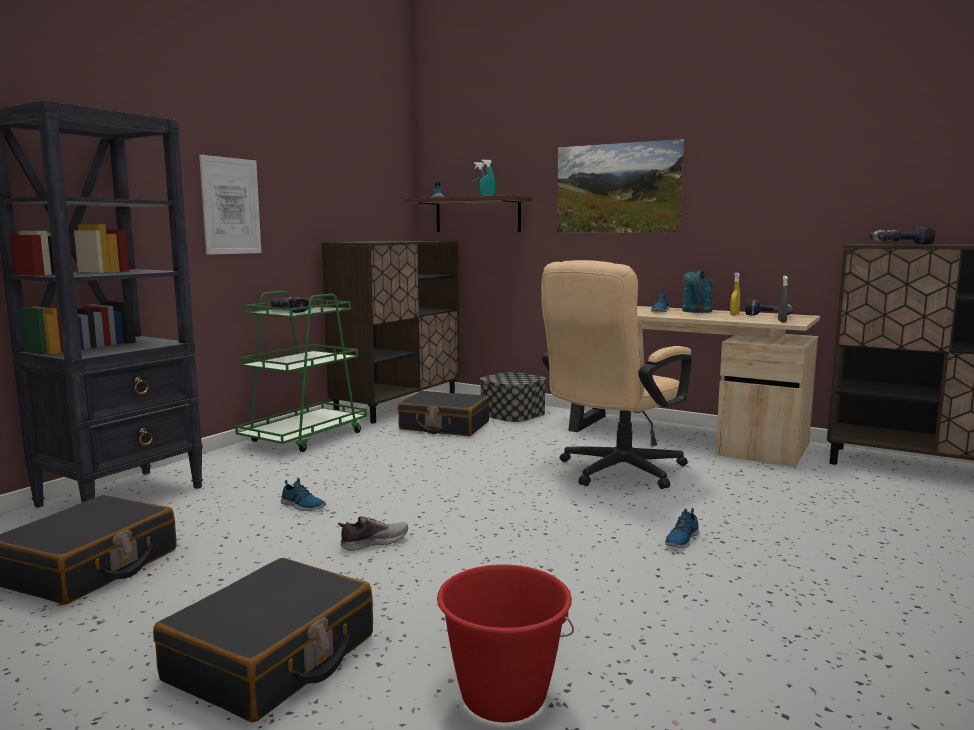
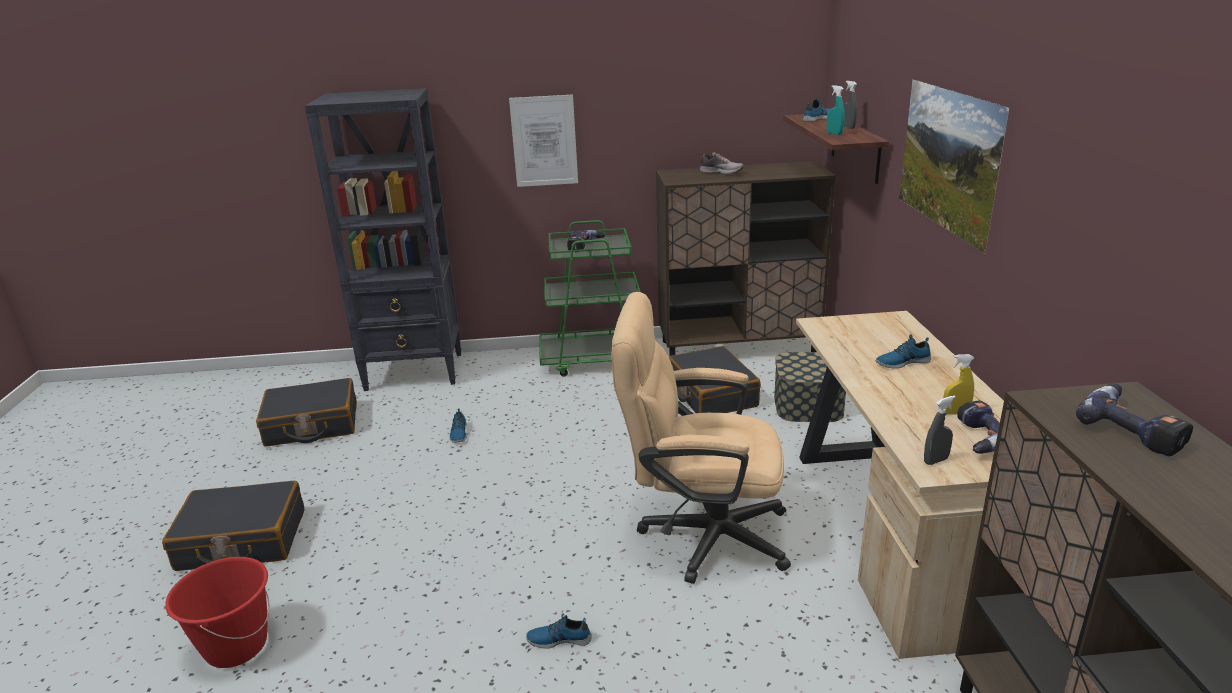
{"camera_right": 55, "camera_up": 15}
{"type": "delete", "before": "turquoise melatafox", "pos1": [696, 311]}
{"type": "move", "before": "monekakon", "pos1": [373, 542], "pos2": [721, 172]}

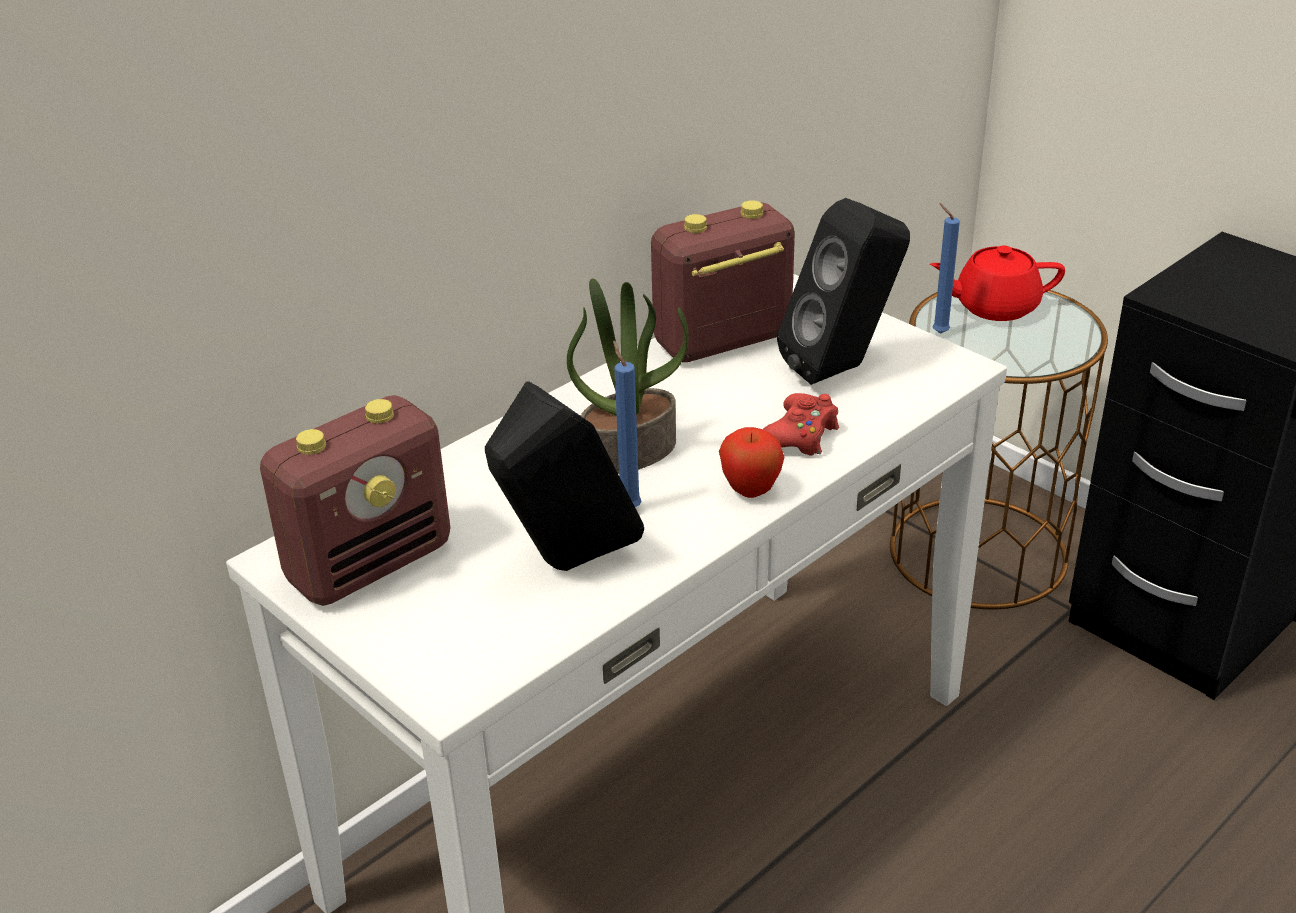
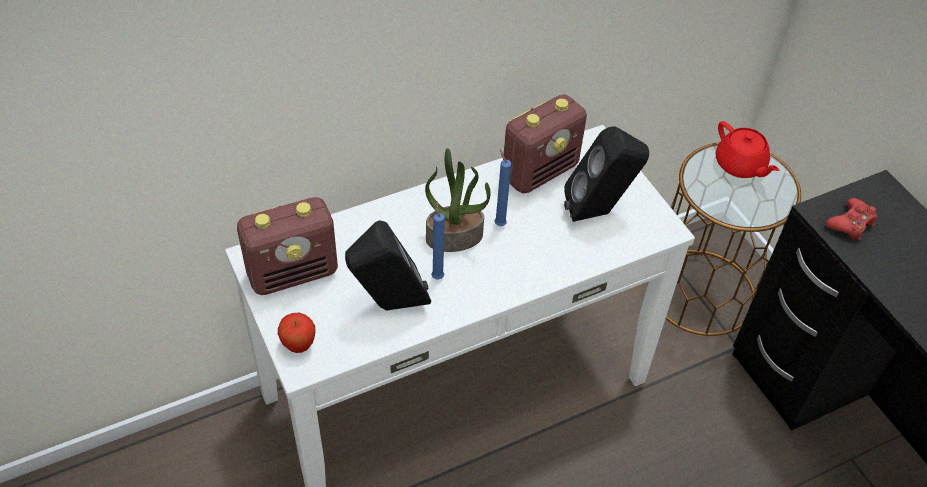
{"camera_right": 15, "camera_up": 15}
{"type": "move", "before": "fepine", "pos1": [750, 491], "pos2": [299, 345]}
{"type": "move", "before": "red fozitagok", "pos1": [799, 435], "pos2": [851, 224]}
{"type": "move", "before": "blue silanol", "pos1": [937, 332], "pos2": [499, 223]}
{"type": "rotate", "before": "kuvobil", "pos1": [721, 342], "pos2": [540, 171], "turn": 150}
{"type": "rotate", "before": "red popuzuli", "pos1": [994, 307], "pos2": [740, 165], "turn": -135}

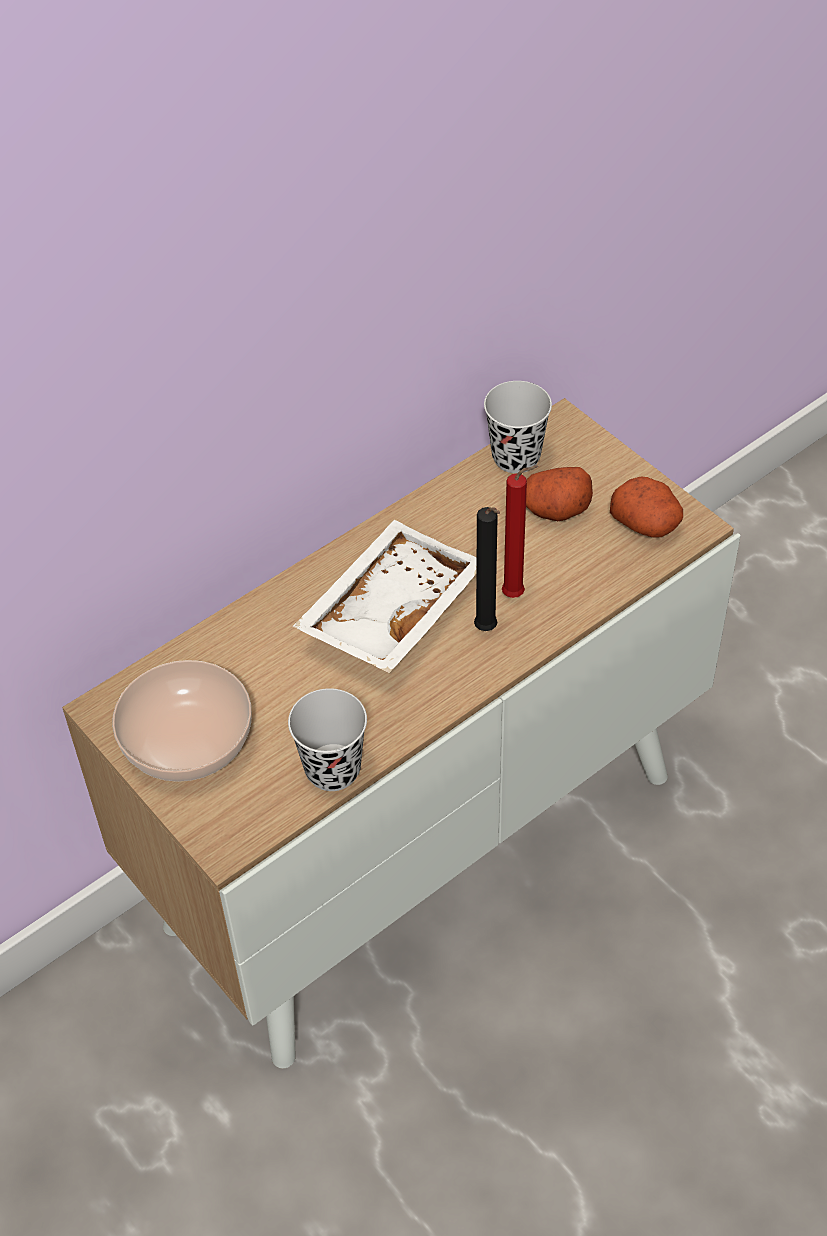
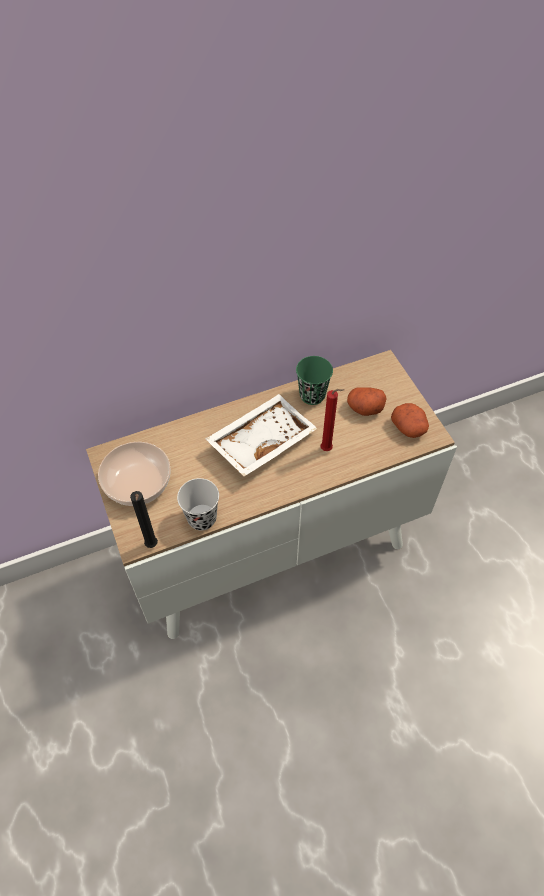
{"camera_right": 15, "camera_up": 5}
{"type": "delete", "before": "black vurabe", "pos1": [516, 457]}
{"type": "insert", "after": "green vurabe", "pos2": [312, 395]}
{"type": "move", "before": "black silanol", "pos1": [487, 631], "pos2": [152, 546]}

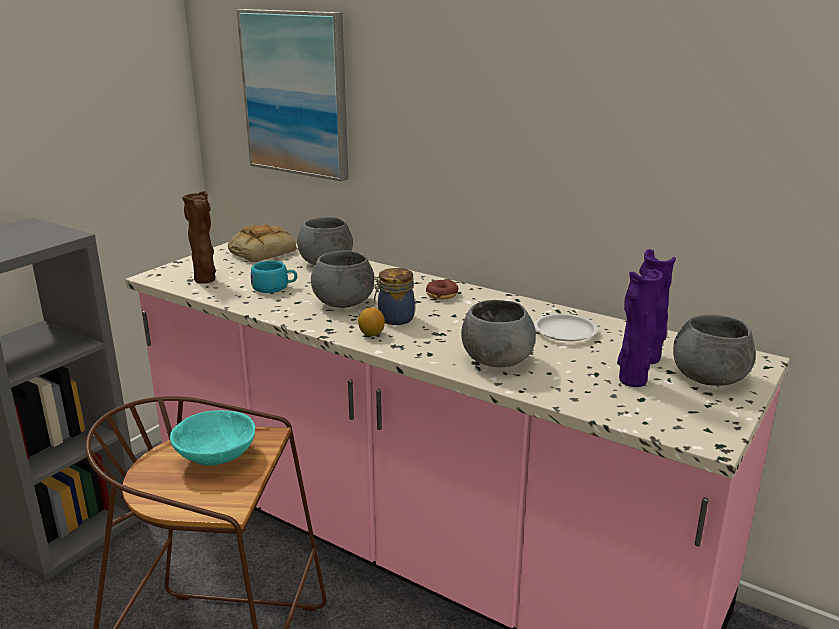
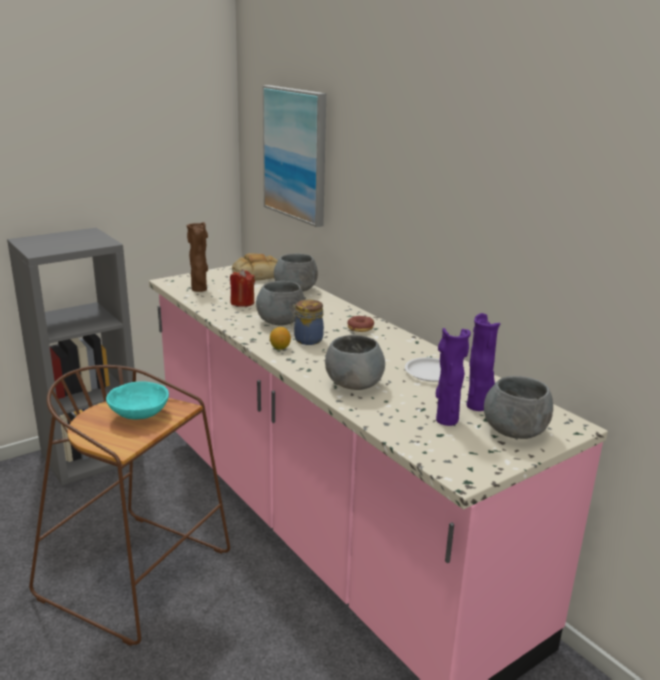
{"camera_right": 20, "camera_up": 0}
{"type": "replace", "before": "turquoise vurabe", "after": "red silanol", "pos1": [274, 287], "pos2": [242, 302]}

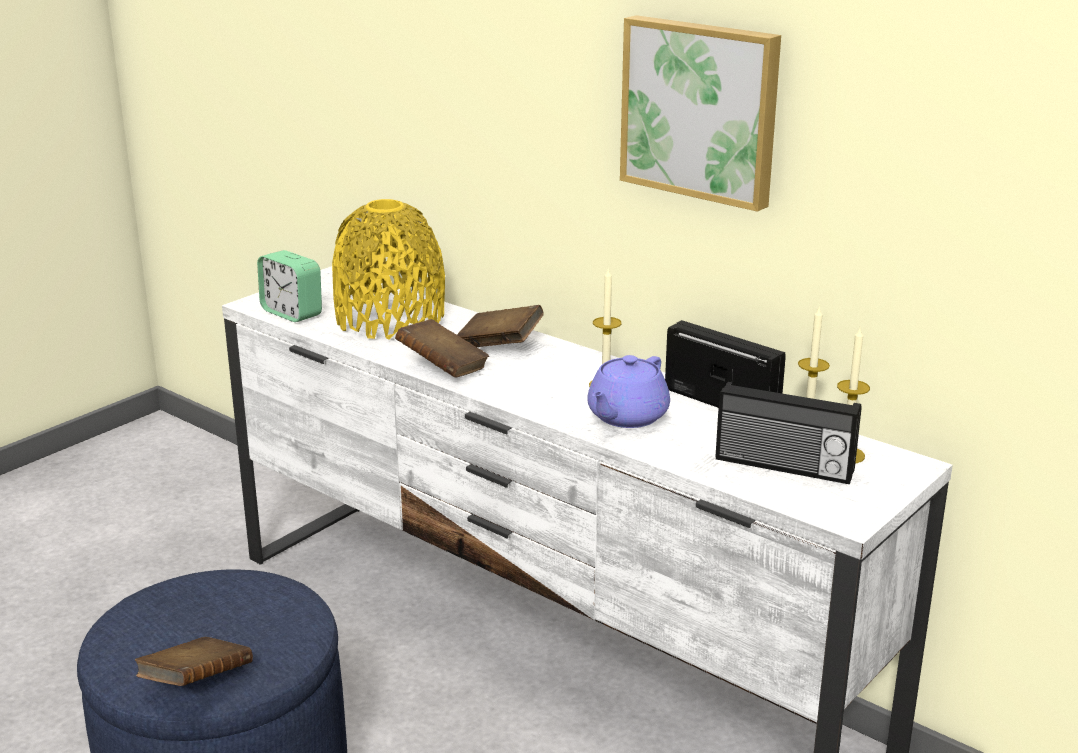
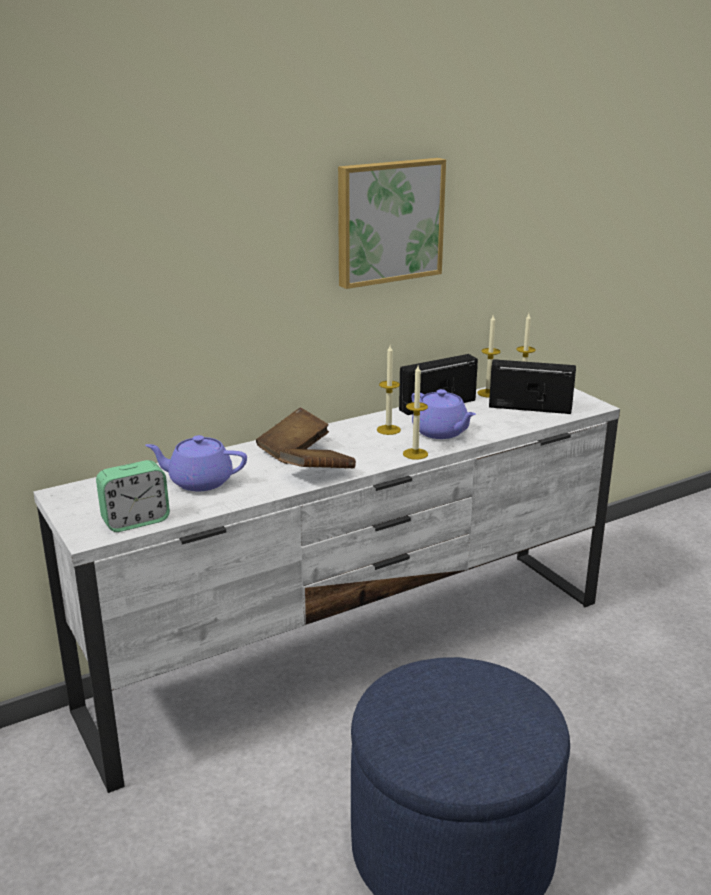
{"camera_right": -70, "camera_up": 0}
{"type": "delete", "before": "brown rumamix", "pos1": [197, 683]}
{"type": "insert", "after": "silanol", "pos2": [415, 454]}
{"type": "replace", "before": "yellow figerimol", "after": "purple popuzuli", "pos1": [390, 320], "pos2": [199, 481]}
{"type": "rotate", "before": "kuvobil", "pos1": [783, 467], "pos2": [530, 407], "turn": -120}

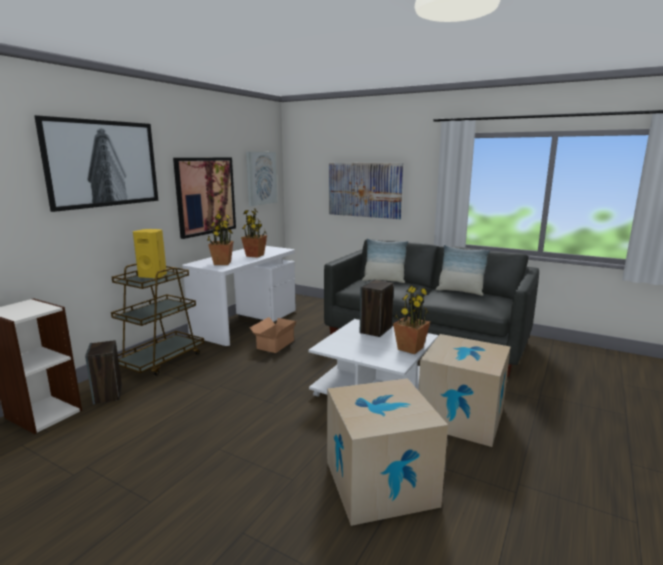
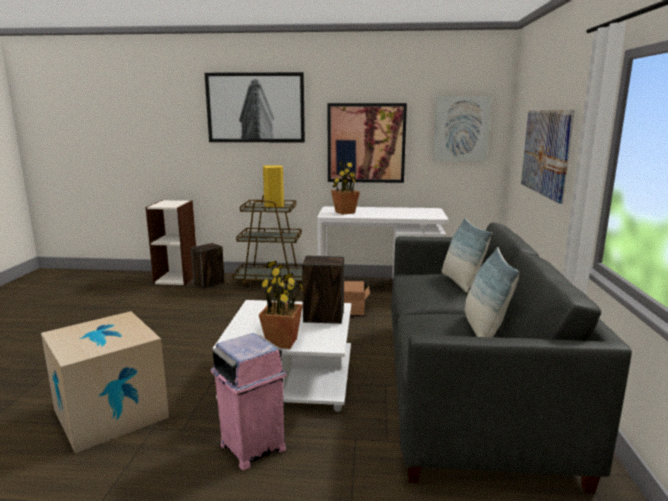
{"camera_right": 65, "camera_up": 0}
{"type": "delete", "before": "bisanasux", "pos1": [255, 255]}
{"type": "replace", "before": "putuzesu", "after": "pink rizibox", "pos1": [461, 417], "pos2": [252, 447]}

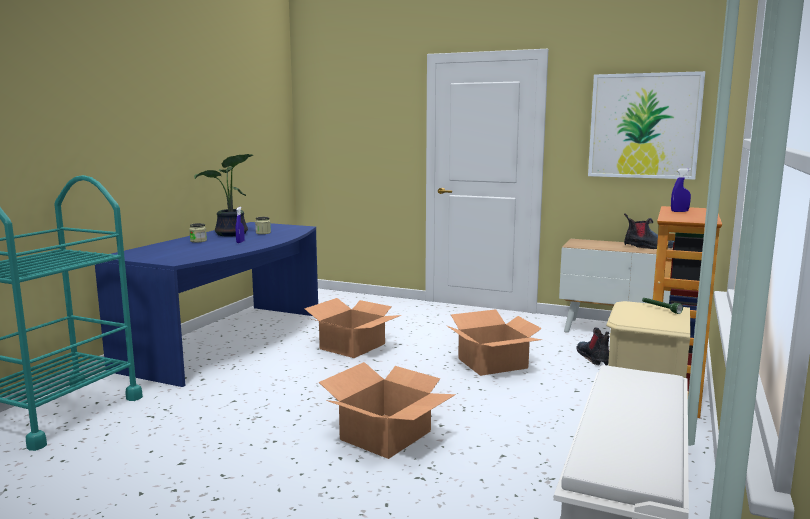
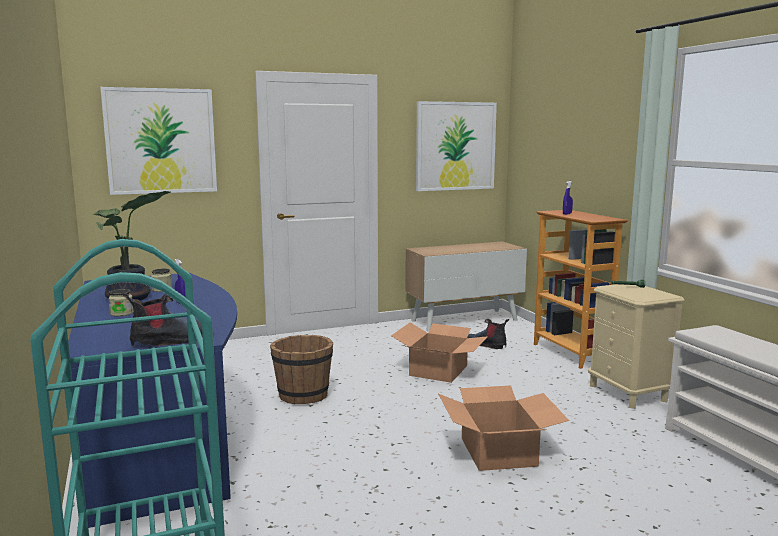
{"camera_right": -45, "camera_up": 0}
{"type": "insert", "after": "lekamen", "pos2": [161, 141]}
{"type": "move", "before": "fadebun", "pos1": [648, 247], "pos2": [171, 340]}
{"type": "replace", "before": "putuzesu", "after": "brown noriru", "pos1": [353, 346], "pos2": [303, 395]}

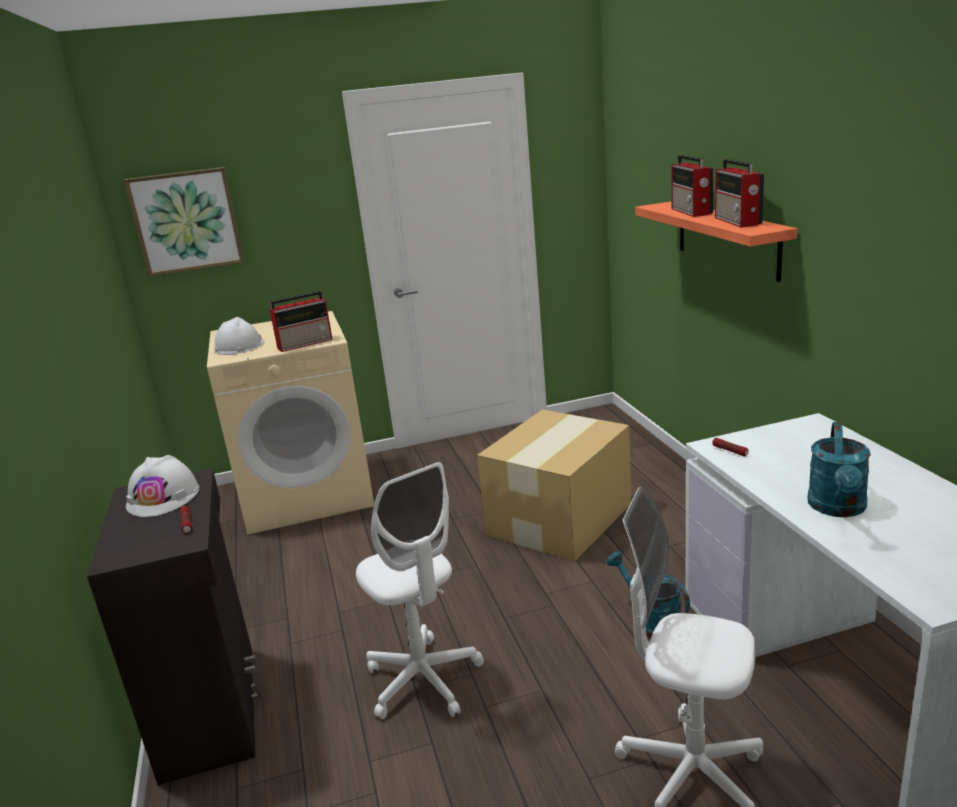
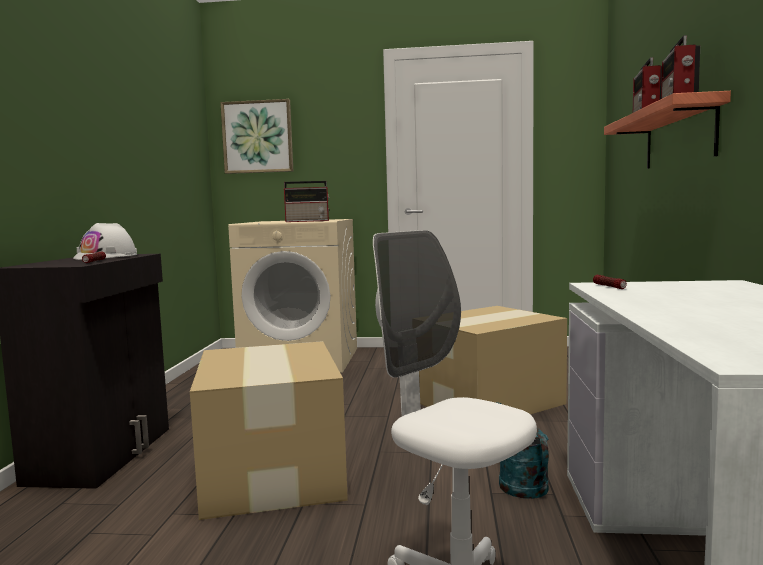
{"camera_right": 20, "camera_up": -15}
{"type": "delete", "before": "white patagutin", "pos1": [239, 346]}
{"type": "delete", "before": "turquoise melatafox", "pos1": [838, 509]}
{"type": "replace", "before": "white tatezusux", "after": "putuzesu", "pos1": [423, 680], "pos2": [271, 474]}

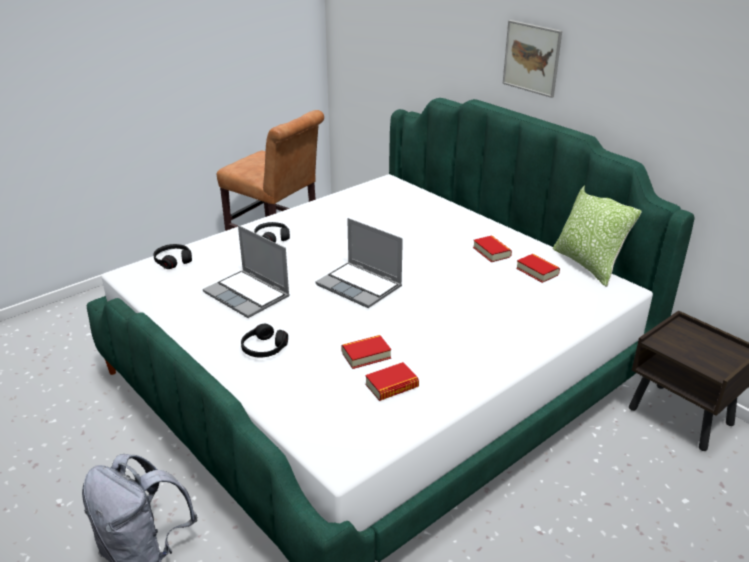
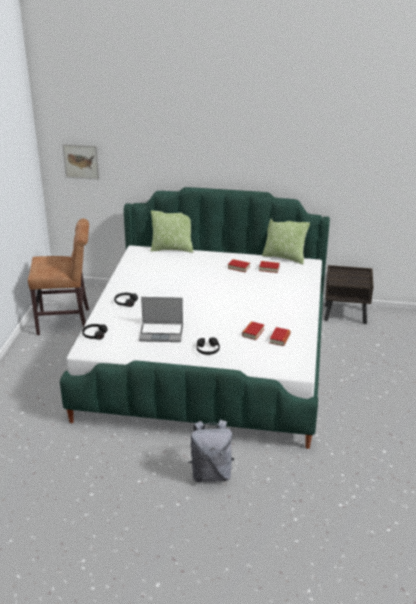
{"camera_right": -40, "camera_up": 0}
{"type": "delete", "before": "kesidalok", "pos1": [360, 286]}
{"type": "insert", "after": "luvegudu", "pos2": [172, 249]}
{"type": "move", "before": "lekamen", "pos1": [531, 58], "pos2": [81, 161]}

